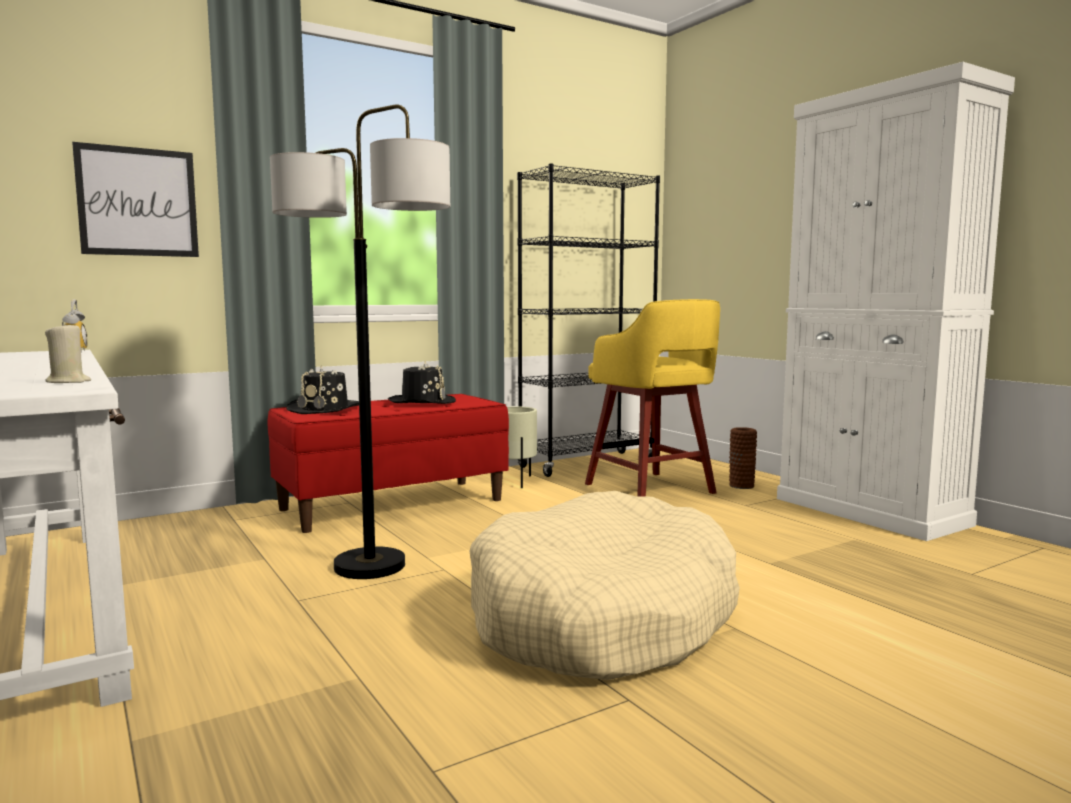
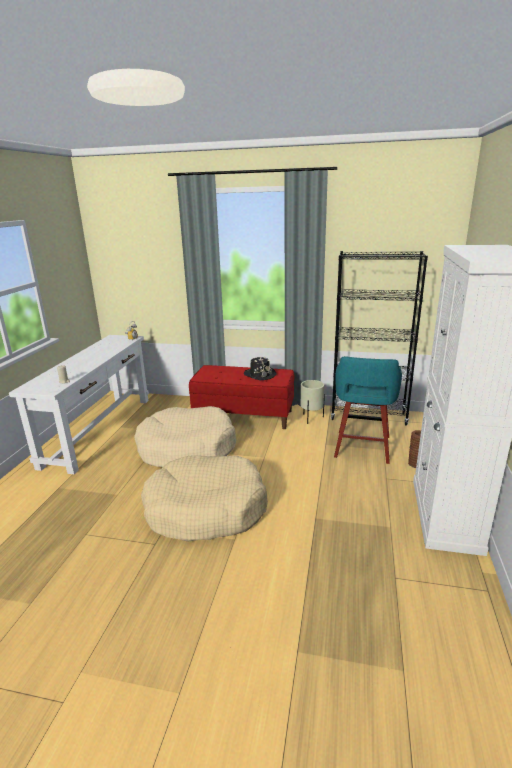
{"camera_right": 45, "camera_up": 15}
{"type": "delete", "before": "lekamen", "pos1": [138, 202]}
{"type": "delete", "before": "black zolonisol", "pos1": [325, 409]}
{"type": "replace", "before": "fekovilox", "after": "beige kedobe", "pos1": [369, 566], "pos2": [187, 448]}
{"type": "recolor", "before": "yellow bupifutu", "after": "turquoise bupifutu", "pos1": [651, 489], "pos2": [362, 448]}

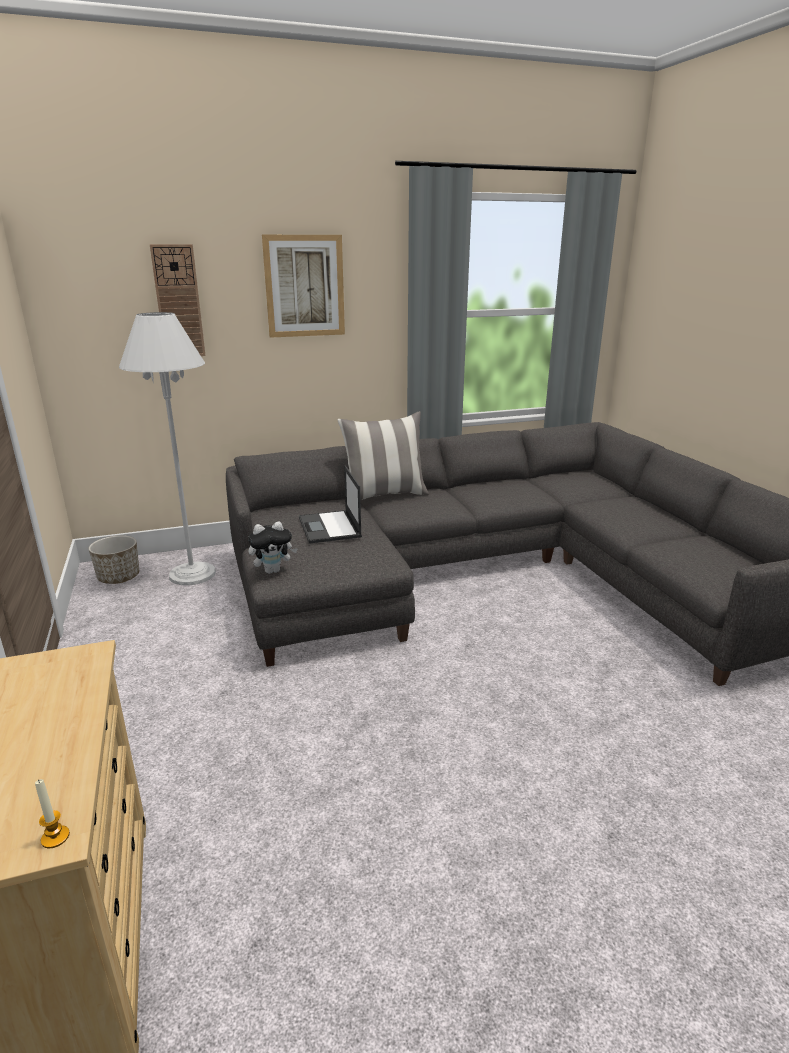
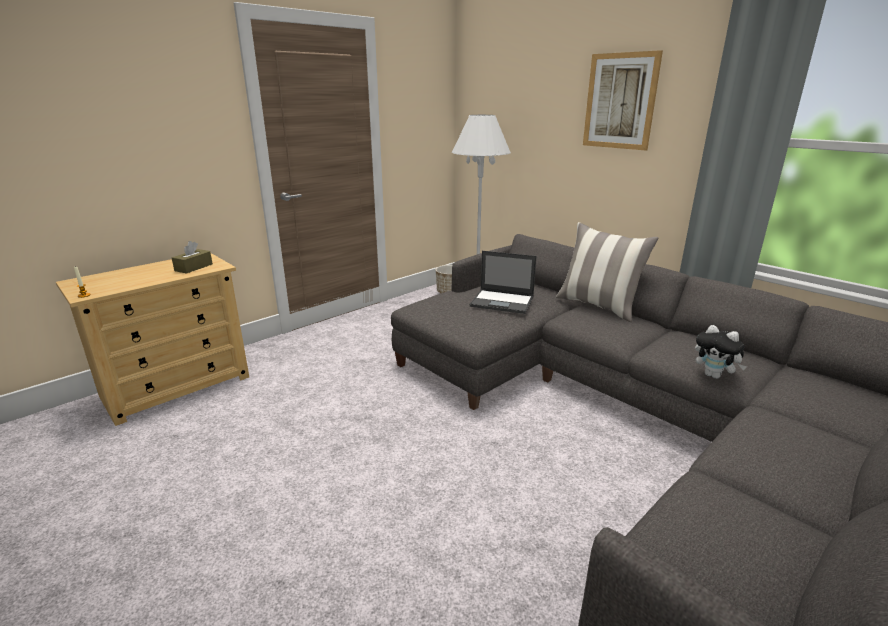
{"camera_right": 65, "camera_up": 0}
{"type": "delete", "before": "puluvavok", "pos1": [178, 302]}
{"type": "insert", "after": "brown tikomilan", "pos2": [194, 267]}
{"type": "move", "before": "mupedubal", "pos1": [273, 570], "pos2": [714, 376]}
{"type": "rotate", "before": "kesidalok", "pos1": [330, 527], "pos2": [503, 302], "turn": -120}

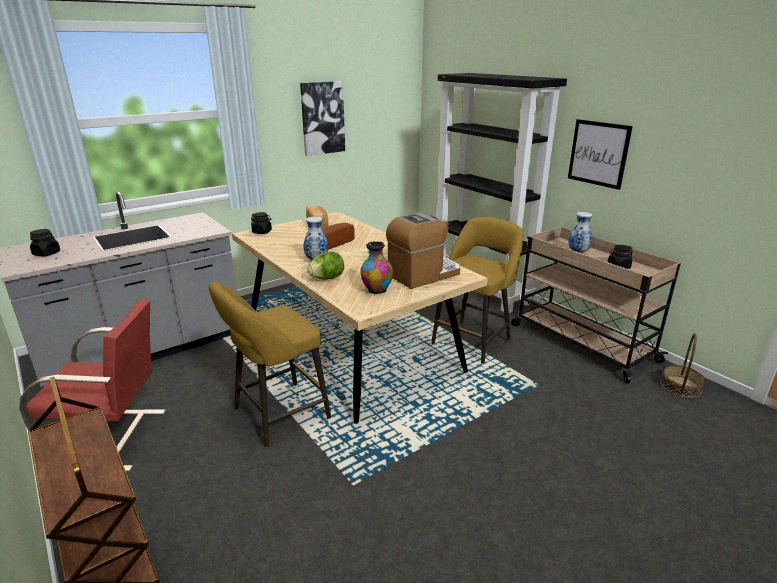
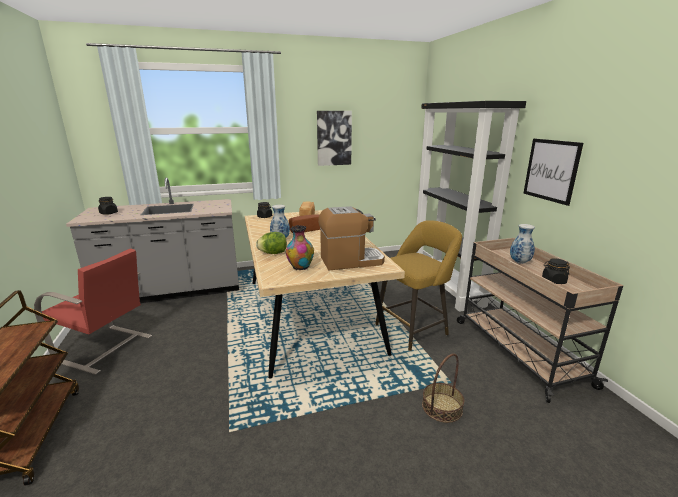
{"camera_right": 20, "camera_up": -5}
{"type": "delete", "before": "yellow bupifutu", "pos1": [276, 416]}
{"type": "move", "before": "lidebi", "pos1": [681, 386], "pos2": [442, 407]}

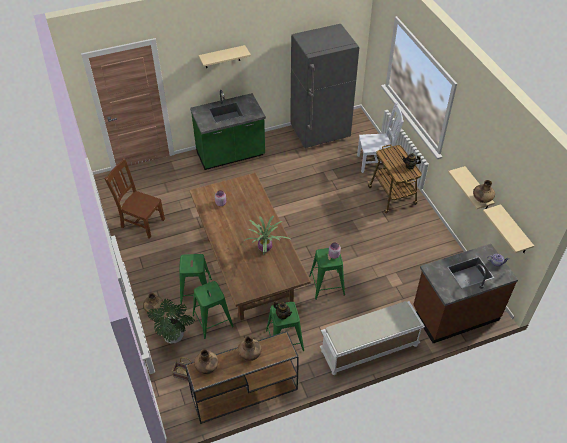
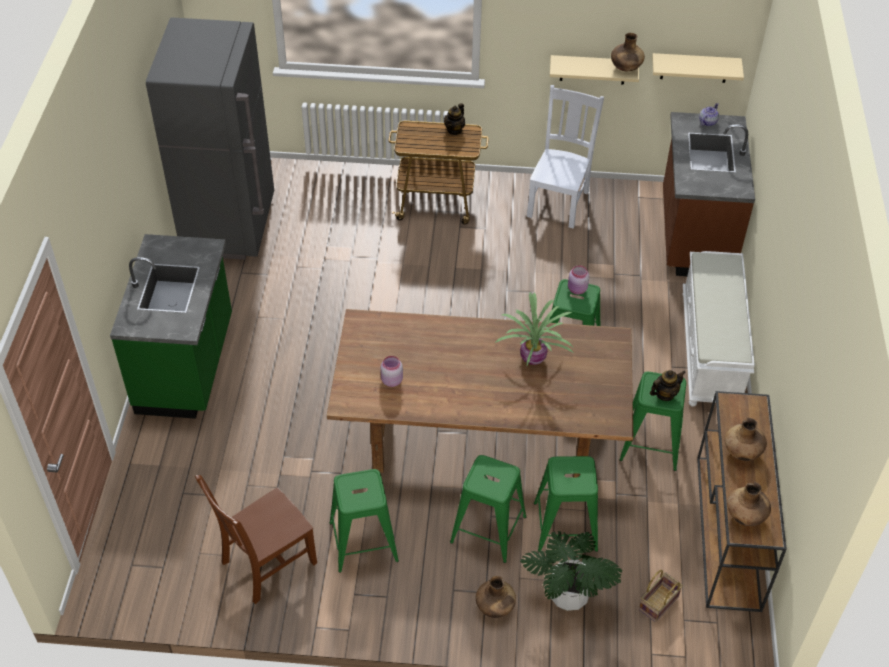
{"camera_right": -65, "camera_up": 0}
{"type": "delete", "before": "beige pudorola", "pos1": [222, 57]}
{"type": "insert", "after": "green bupifutu", "pos2": [363, 541]}
{"type": "move", "before": "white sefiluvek", "pos1": [376, 162], "pos2": [559, 202]}

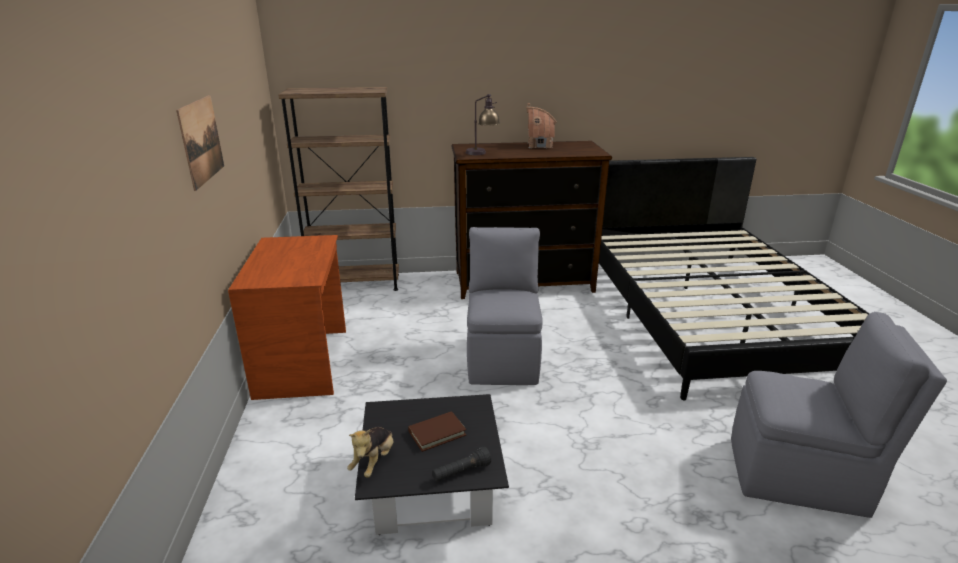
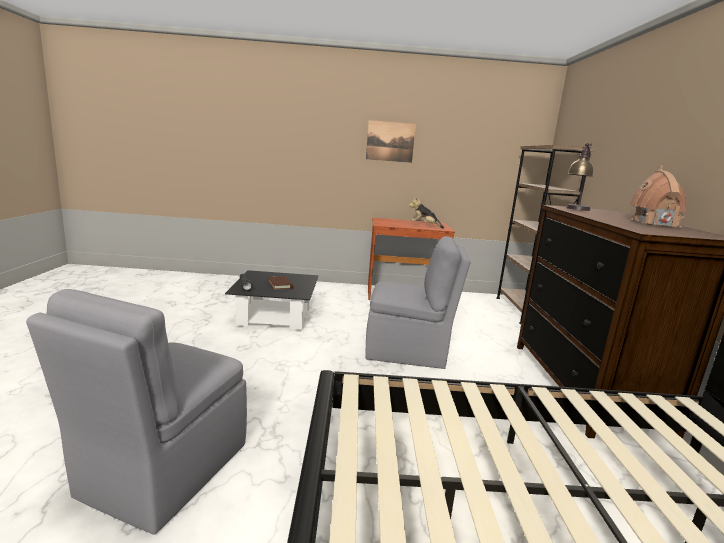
{"camera_right": 95, "camera_up": -10}
{"type": "move", "before": "mupedubal", "pos1": [374, 461], "pos2": [424, 226]}

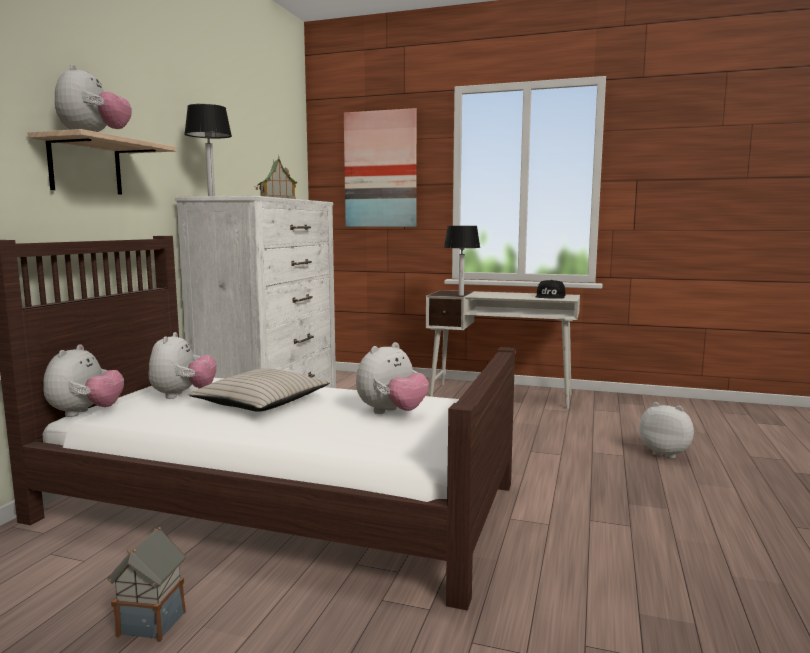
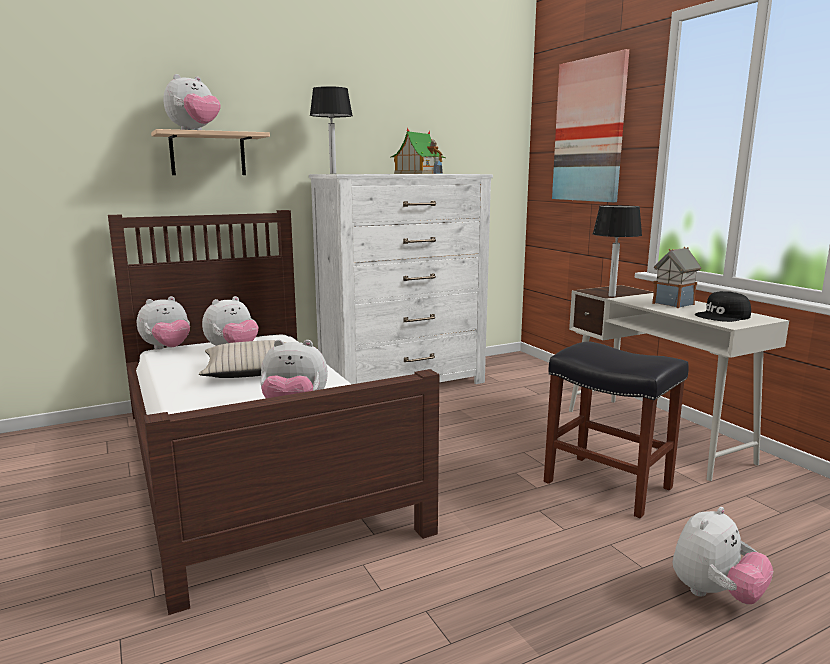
{"camera_right": 45, "camera_up": 5}
{"type": "insert", "after": "black bupifutu", "pos2": [605, 484]}
{"type": "move", "before": "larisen", "pos1": [152, 622], "pos2": [673, 303]}
{"type": "rotate", "before": "mupedubal", "pos1": [665, 453], "pos2": [714, 594], "turn": 60}

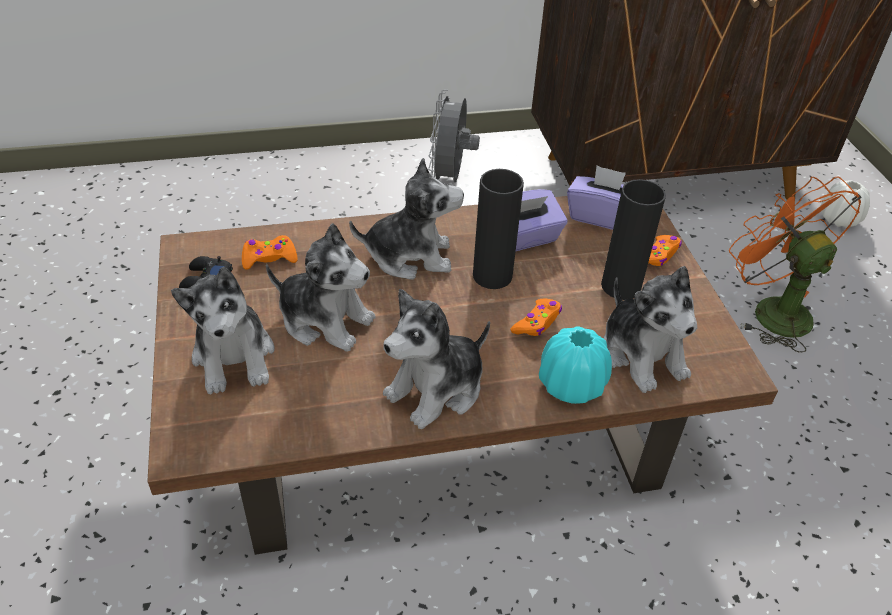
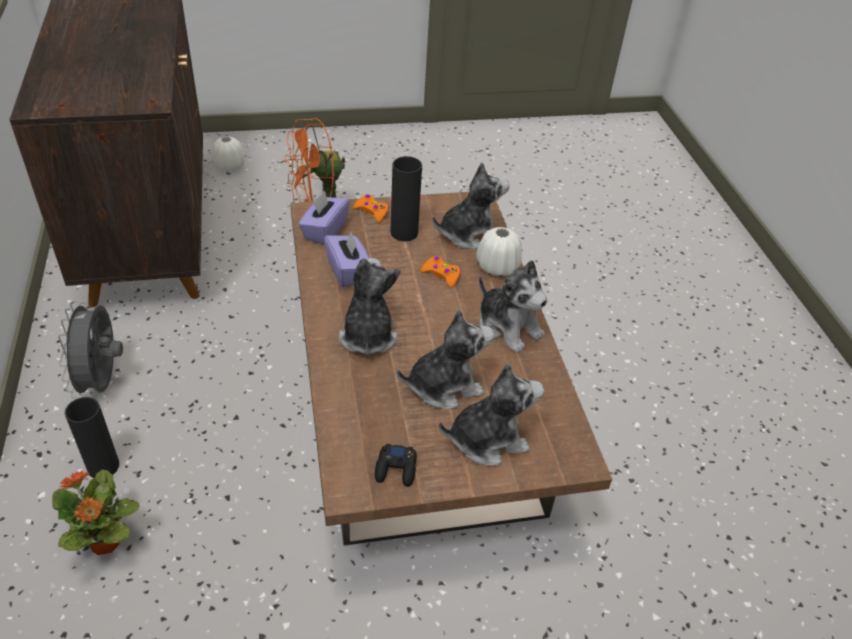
{"camera_right": -90, "camera_up": 0}
{"type": "delete", "before": "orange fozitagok", "pos1": [269, 258]}
{"type": "insert", "after": "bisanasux", "pos2": [105, 544]}
{"type": "move", "before": "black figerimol", "pos1": [492, 276], "pos2": [103, 466]}
{"type": "recolor", "before": "turquoise figerimol", "after": "white figerimol", "pos1": [571, 385], "pos2": [497, 266]}
{"type": "rotate", "before": "mupedubal", "pos1": [325, 320], "pos2": [444, 386], "turn": 45}
{"type": "rotate", "before": "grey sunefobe", "pos1": [449, 179], "pos2": [102, 382], "turn": 75}

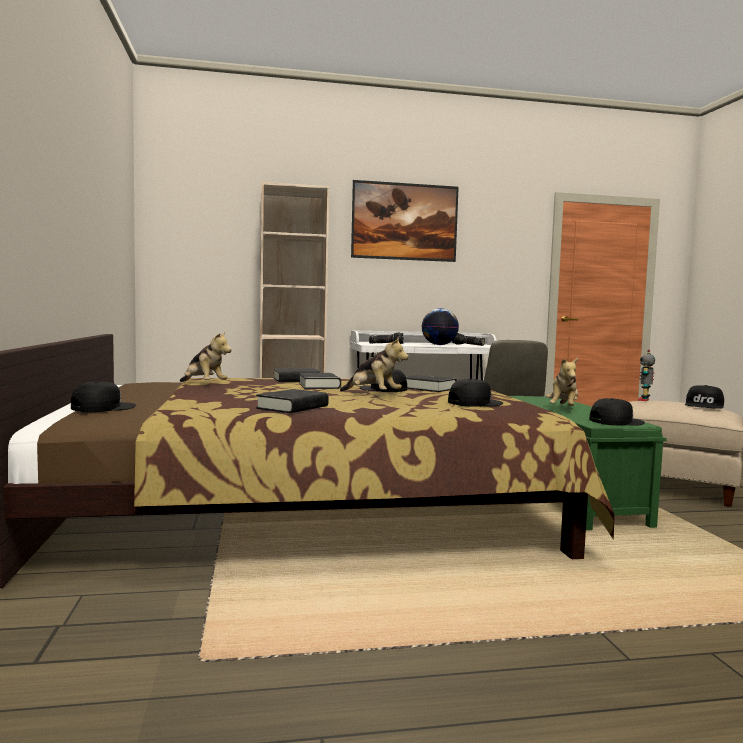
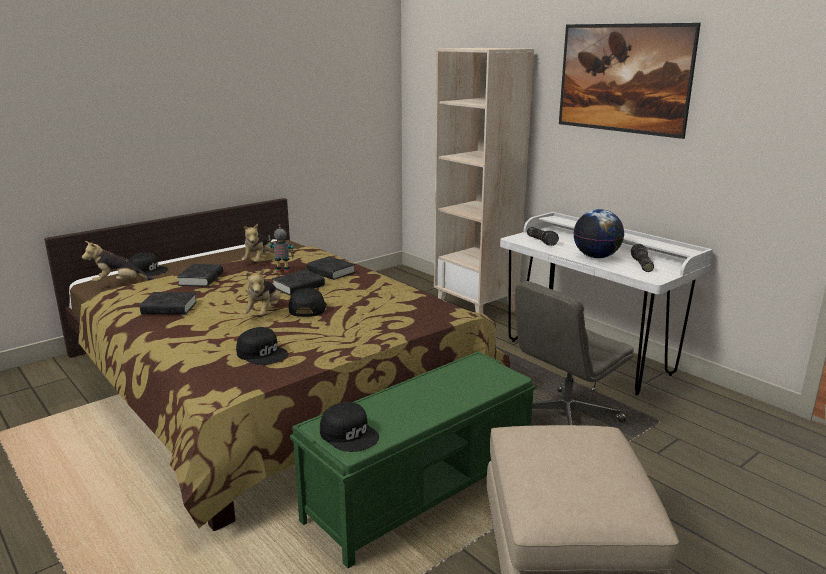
{"camera_right": 60, "camera_up": 15}
{"type": "delete", "before": "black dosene", "pos1": [705, 405]}
{"type": "move", "before": "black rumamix", "pos1": [428, 388], "pos2": [201, 279]}
{"type": "move", "before": "mupedubal", "pos1": [563, 409], "pos2": [119, 283]}
{"type": "move", "before": "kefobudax", "pos1": [644, 400], "pos2": [282, 271]}

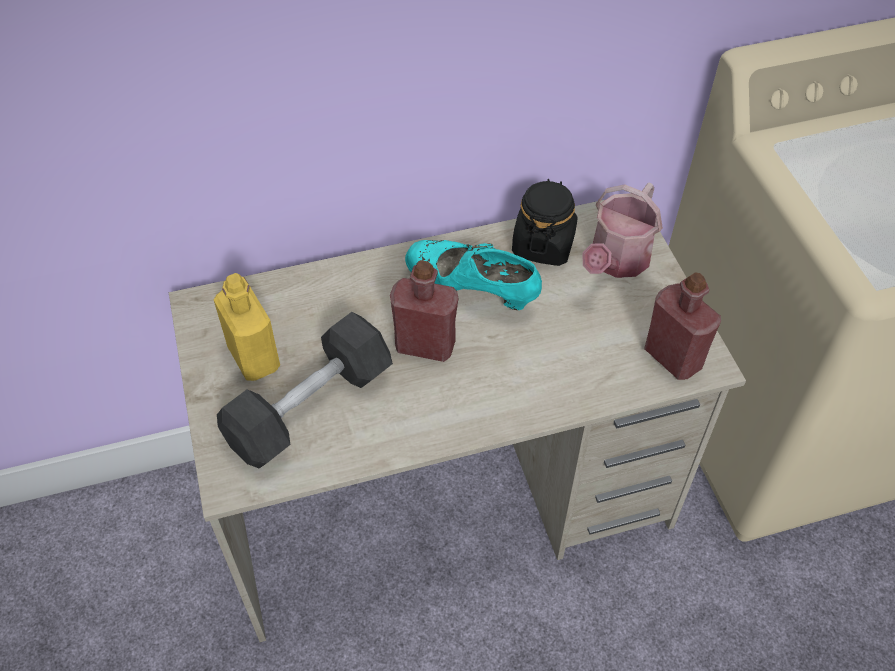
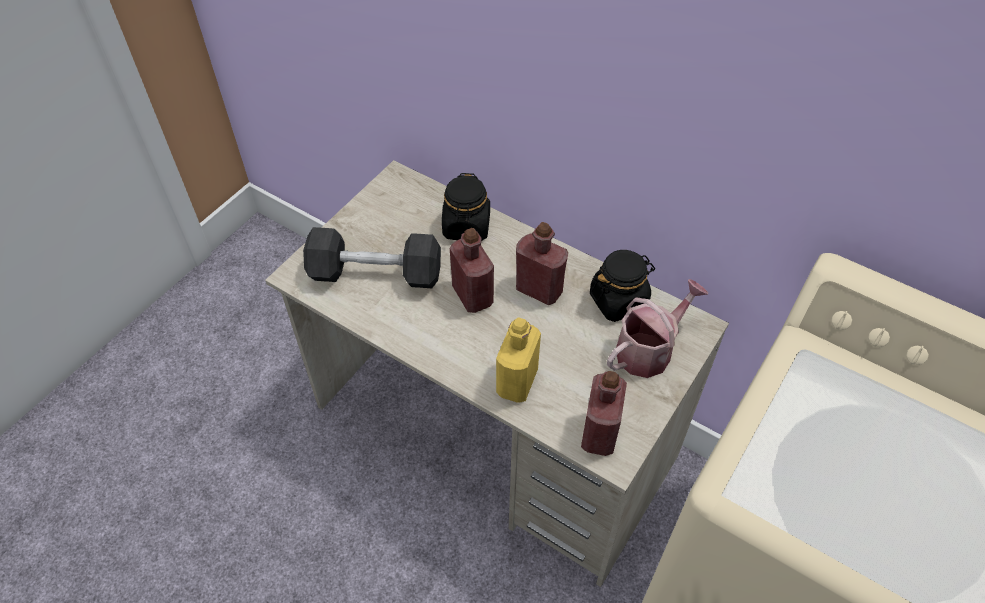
{"camera_right": 50, "camera_up": 0}
{"type": "insert", "after": "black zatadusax", "pos2": [466, 227]}
{"type": "move", "before": "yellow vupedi", "pos1": [254, 358], "pos2": [517, 382]}
{"type": "replace", "before": "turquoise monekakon", "after": "red vupedi", "pos1": [472, 291], "pos2": [539, 290]}
{"type": "rotate", "before": "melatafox", "pos1": [616, 261], "pos2": [649, 349], "turn": 150}

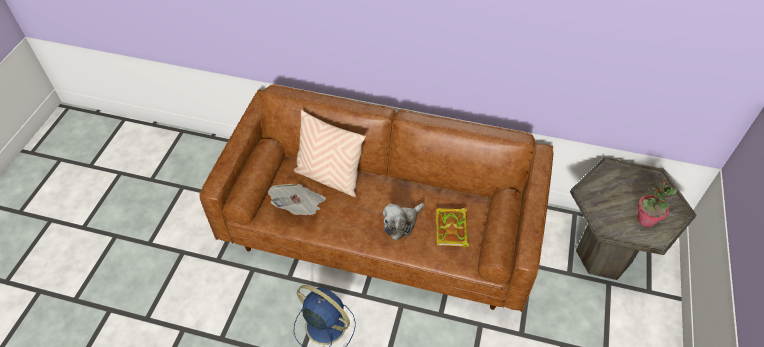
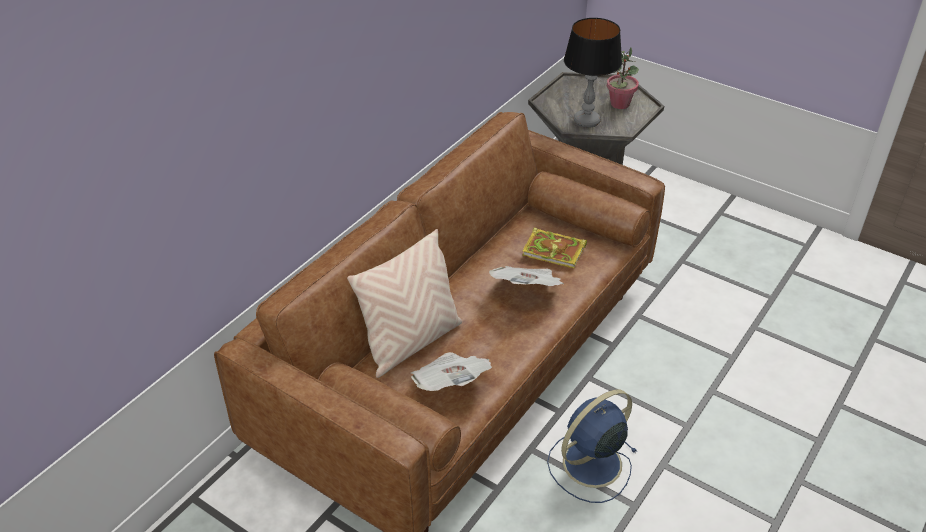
{"camera_right": -70, "camera_up": -10}
{"type": "insert", "after": "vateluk", "pos2": [586, 121]}
{"type": "replace", "before": "mupedubal", "after": "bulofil", "pos1": [401, 224], "pos2": [527, 290]}

